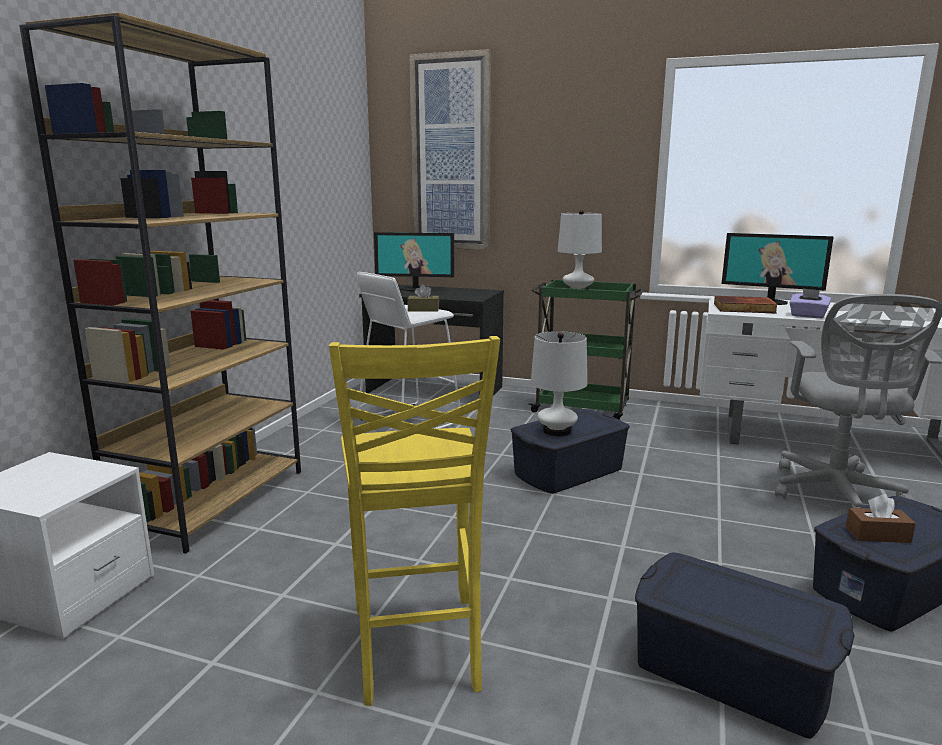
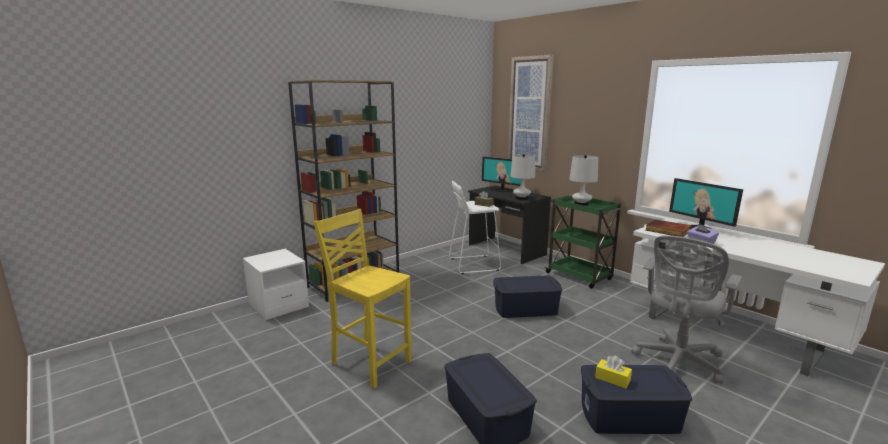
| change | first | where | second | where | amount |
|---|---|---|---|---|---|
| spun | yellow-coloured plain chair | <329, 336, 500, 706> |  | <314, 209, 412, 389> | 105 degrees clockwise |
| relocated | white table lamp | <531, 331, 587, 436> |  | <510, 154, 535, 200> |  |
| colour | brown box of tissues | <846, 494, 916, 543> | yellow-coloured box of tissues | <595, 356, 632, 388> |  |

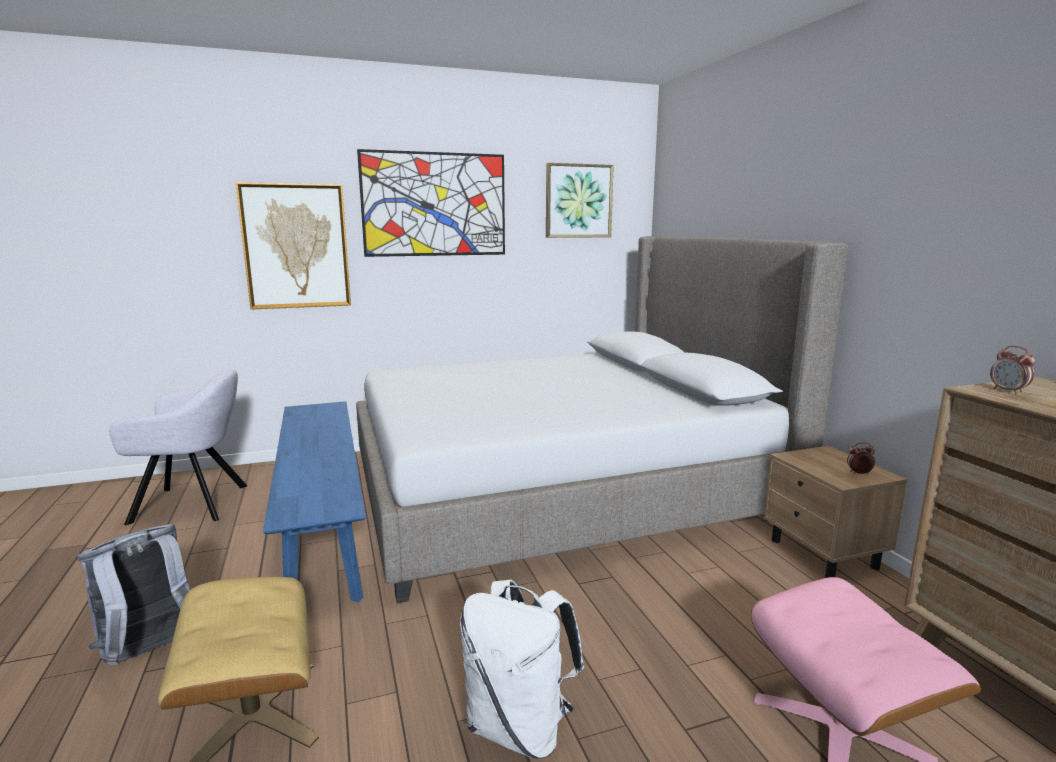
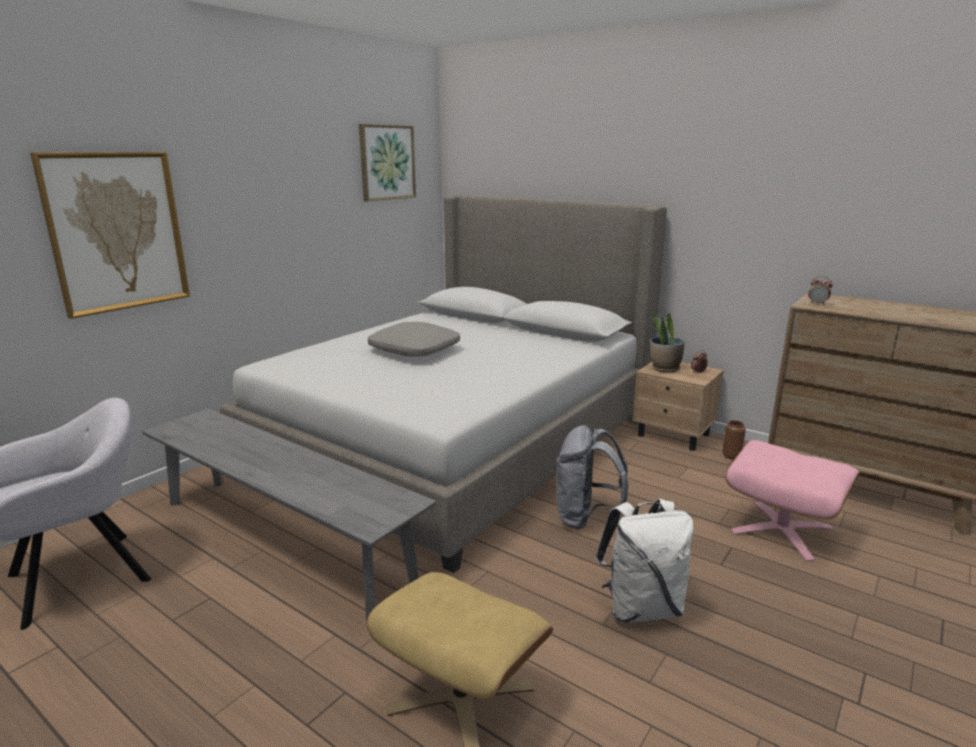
| change | first | where | second | where | amount |
|---|---|---|---|---|---|
| relocated | greyish knapsack | <77, 524, 191, 665> |  | <556, 425, 629, 529> |  |
| colour | blue long seat | <263, 401, 366, 602> | greyish long seat | <142, 408, 436, 621> |  |
| missing | wall picture | <357, 149, 505, 257> |  |  |  |
| appeared |  |  | greyish pillow | <368, 322, 460, 356> |  |
| appeared |  |  | houseplant | <650, 312, 685, 373> |  |
| appeared |  |  | brown decorative vase | <722, 420, 746, 460> |  |

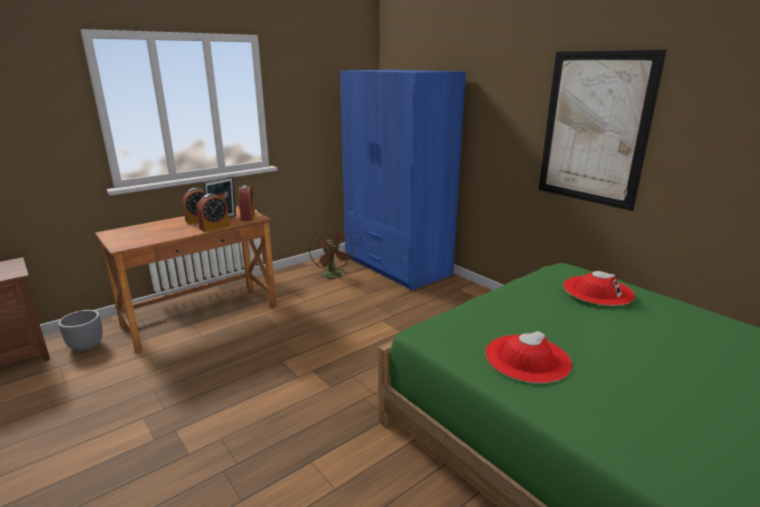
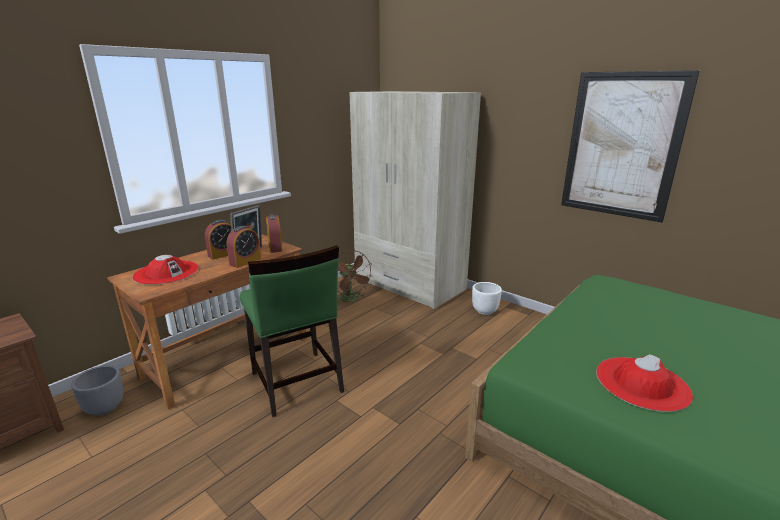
| change | first | where | second | where | amount |
|---|---|---|---|---|---|
| colour | blue clothes cupboard | <340, 70, 466, 291> | beige clothes cupboard | <349, 91, 481, 309> |  |
| relocated | reddish hat | <563, 271, 635, 306> |  | <132, 255, 199, 285> |  |
| appeared |  |  | green-coloured plain chair | <240, 245, 344, 417> |  |
| appeared |  |  | white flower pot | <472, 282, 502, 315> |  |

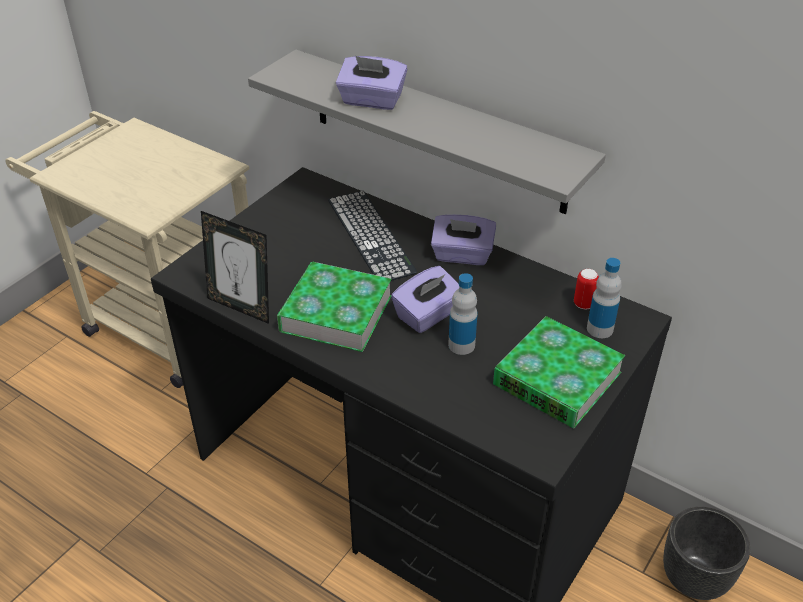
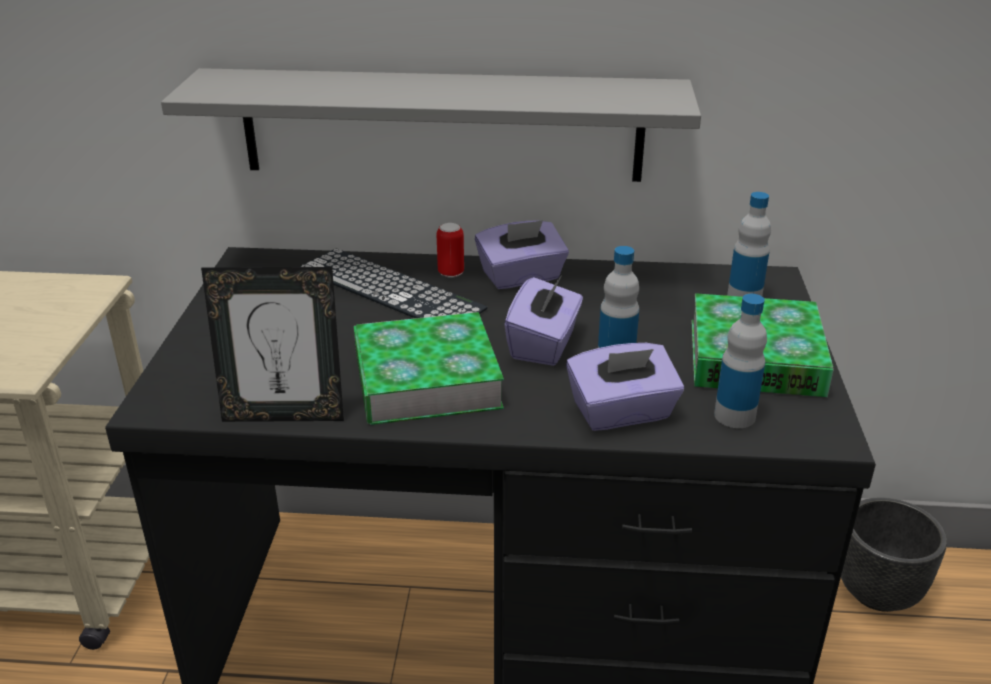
| change | first | where | second | where | amount |
|---|---|---|---|---|---|
| relocated | purplish box of tissues | <336, 56, 408, 110> |  | <566, 343, 684, 431> |  |
| relocated | can | <574, 269, 599, 309> |  | <436, 223, 464, 278> |  |
| appeared |  |  | bottle | <714, 294, 767, 428> |  |

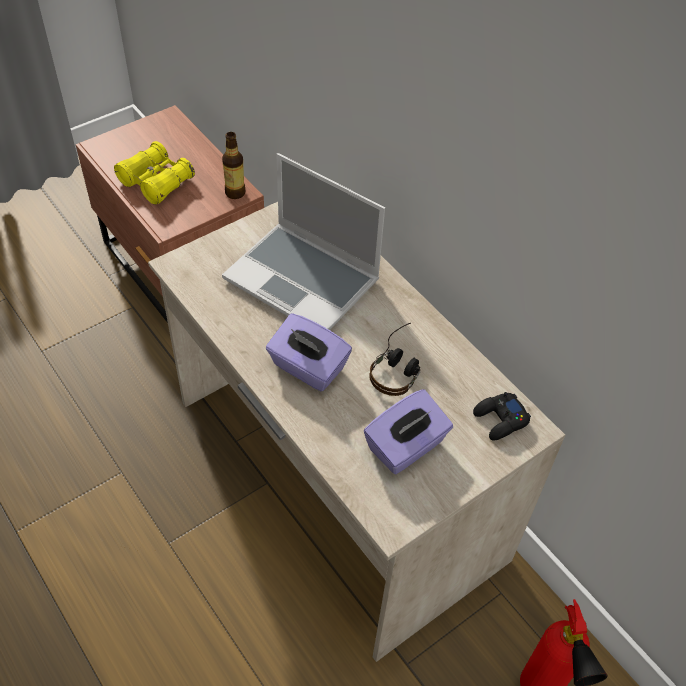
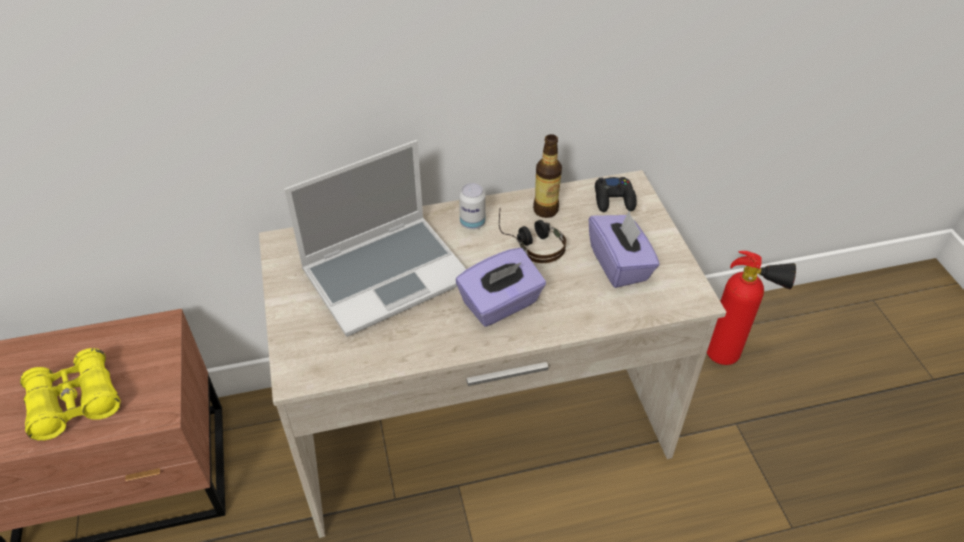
| change | first | where | second | where | amount |
|---|---|---|---|---|---|
| relocated | bottle | <222, 132, 246, 199> |  | <533, 134, 562, 218> |  |
| appeared |  |  | can | <459, 183, 485, 230> |  |

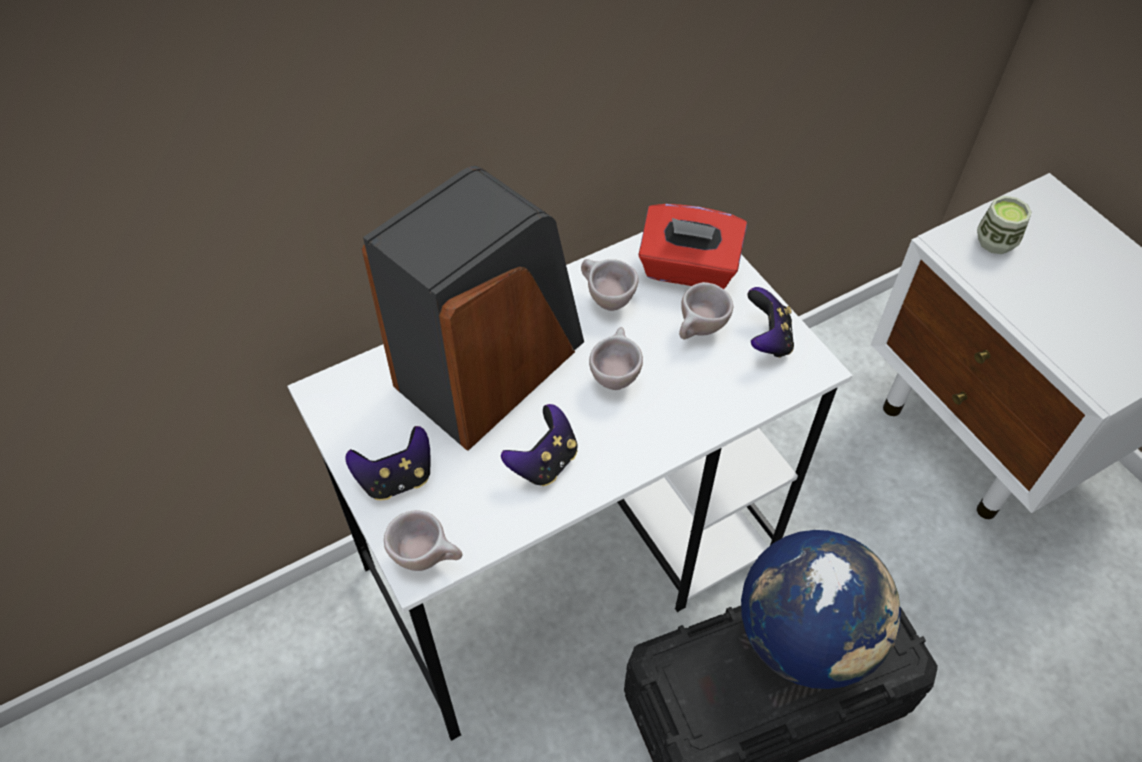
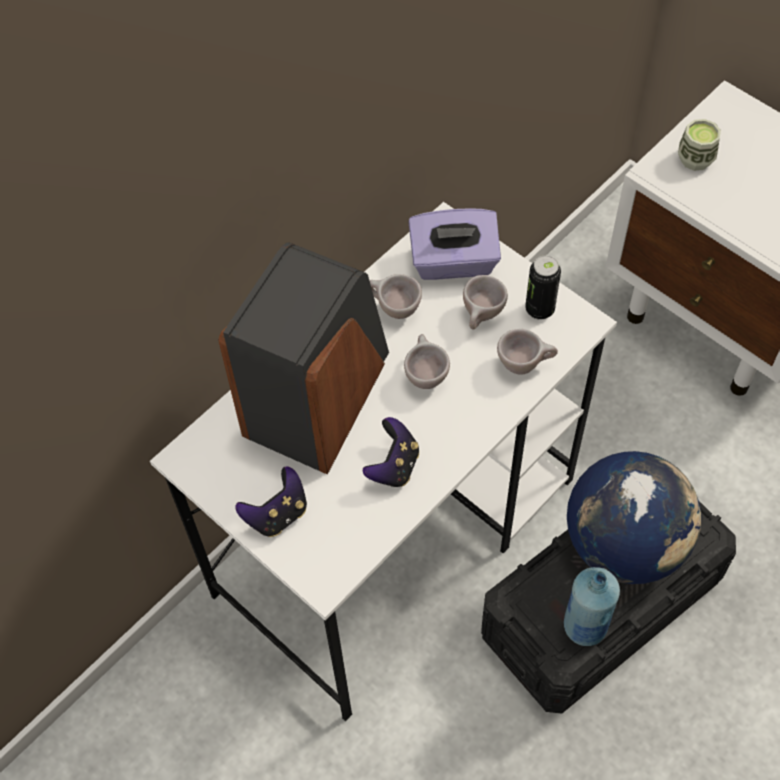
| change | first | where | second | where | amount |
|---|---|---|---|---|---|
| relocated | beige cup | <384, 510, 463, 571> |  | <497, 329, 558, 375> |  |
| colour | reddish box of tissues | <638, 204, 747, 289> | purplish box of tissues | <409, 209, 501, 280> |  |
| exchanged | game controller | <748, 287, 794, 358> | can | <525, 255, 561, 320> |  |
| appeared |  |  | blue bottle | <564, 567, 620, 646> |  |

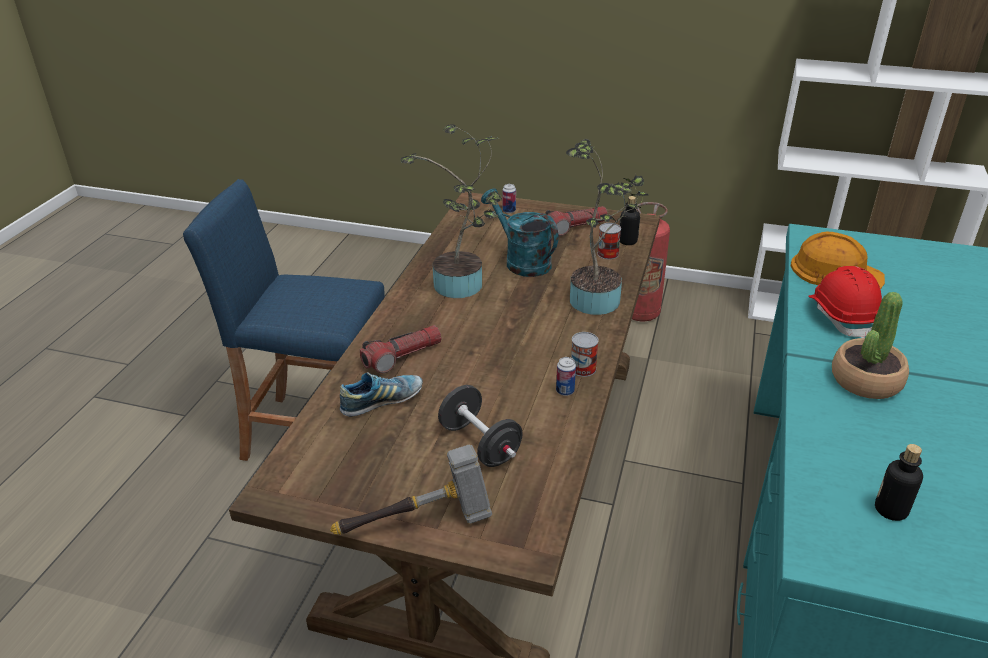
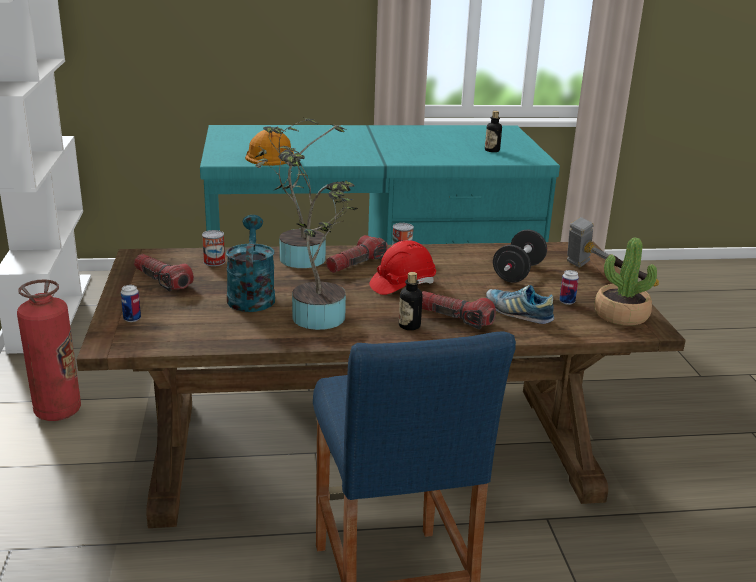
| change | first | where | second | where | amount |
|---|---|---|---|---|---|
| spun | turquoise-coloured watering pot | <481, 188, 559, 277> |  | <226, 215, 275, 312> | 150 degrees clockwise |
| relocated | can | <556, 357, 576, 396> |  | <559, 270, 579, 305> |  |
| relocated | bottle | <619, 196, 640, 245> |  | <399, 272, 423, 330> |  |
| relocated | reddish safety helmet | <808, 266, 882, 338> |  | <369, 240, 436, 295> |  |
| relocated | houseplant | <832, 292, 909, 399> |  | <594, 237, 657, 326> |  |
| appeared |  |  | torch | <326, 235, 388, 273> |  |

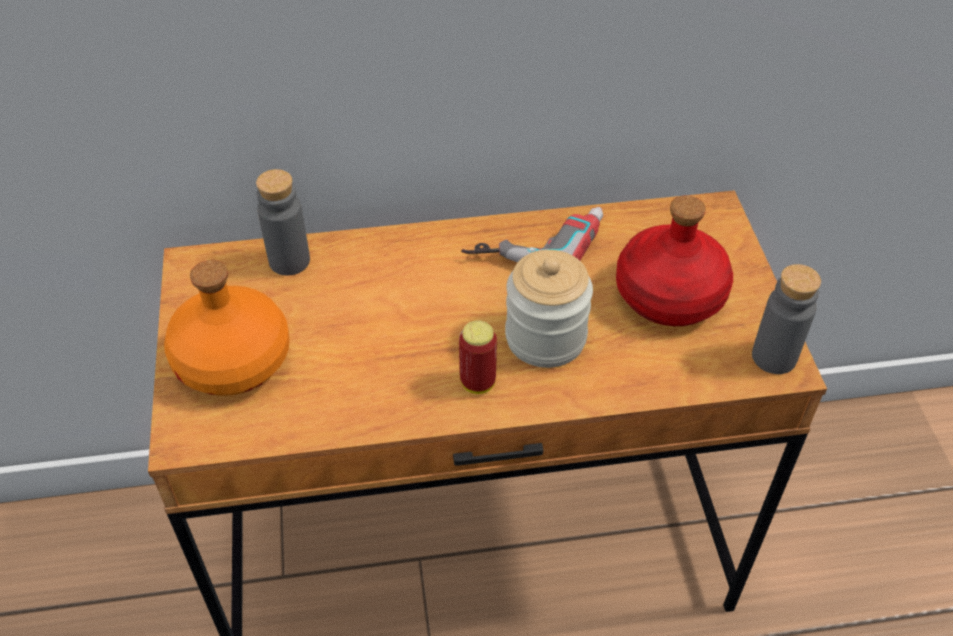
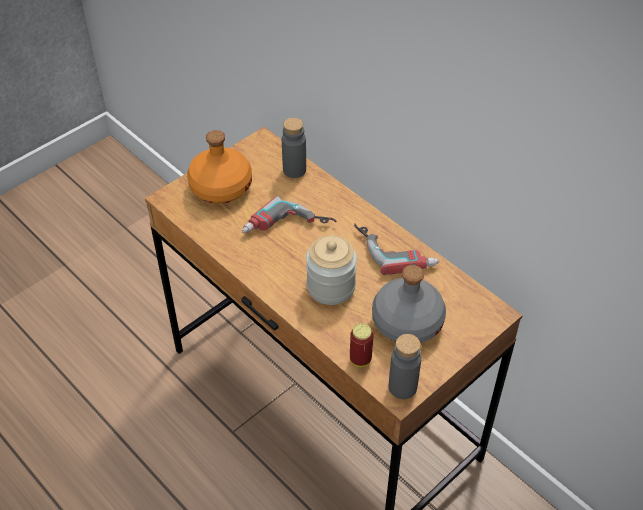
| change | first | where | second | where | amount |
|---|---|---|---|---|---|
| relocated | can | <459, 320, 497, 394> |  | <350, 324, 374, 367> |  |
| colour | reddish bottle | <616, 195, 733, 326> | greyish bottle | <372, 265, 446, 343> |  |
| appeared |  |  | power drill | <242, 196, 337, 233> |  |

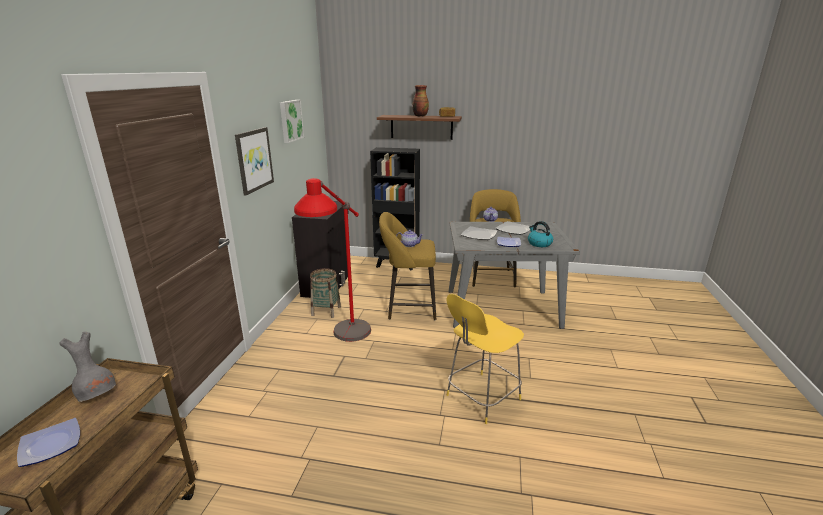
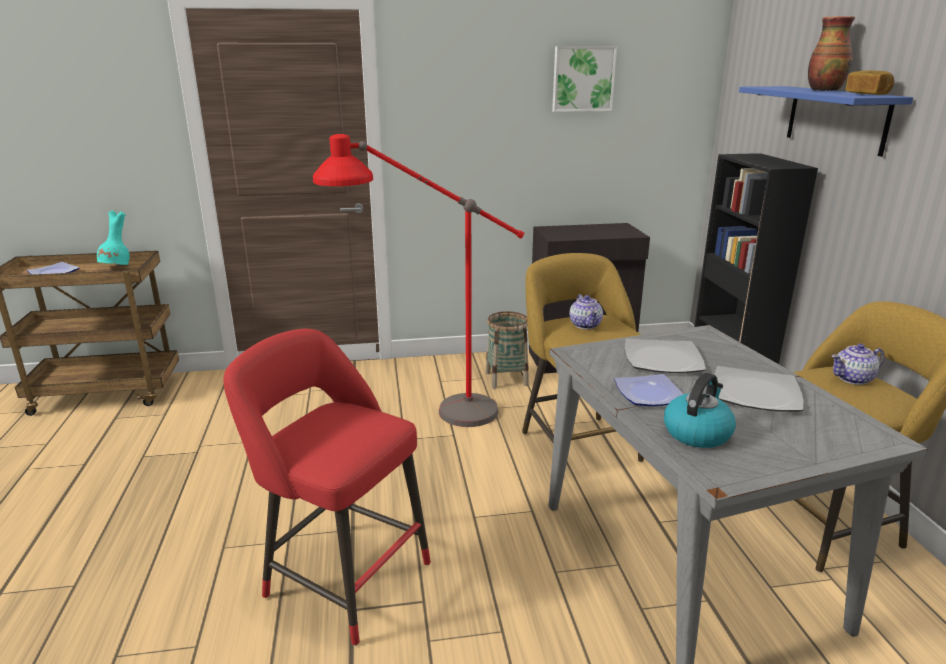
| change | first | where | second | where | amount |
|---|---|---|---|---|---|
| colour | greyish decorative vase | <59, 332, 116, 402> | turquoise-coloured decorative vase | <97, 211, 130, 265> |  |
| missing | wall picture | <235, 127, 274, 196> |  |  |  |
| colour | brown bracket shelf | <377, 115, 462, 140> | blue bracket shelf | <739, 86, 913, 157> |  |
| exchanged | yellow-coloured plain chair | <447, 294, 524, 424> | reddish stool | <223, 329, 431, 646> |  |

